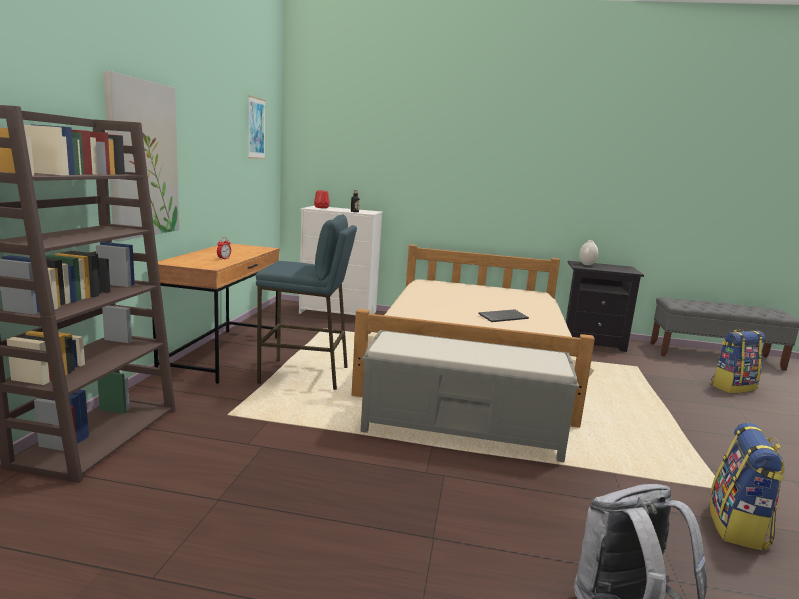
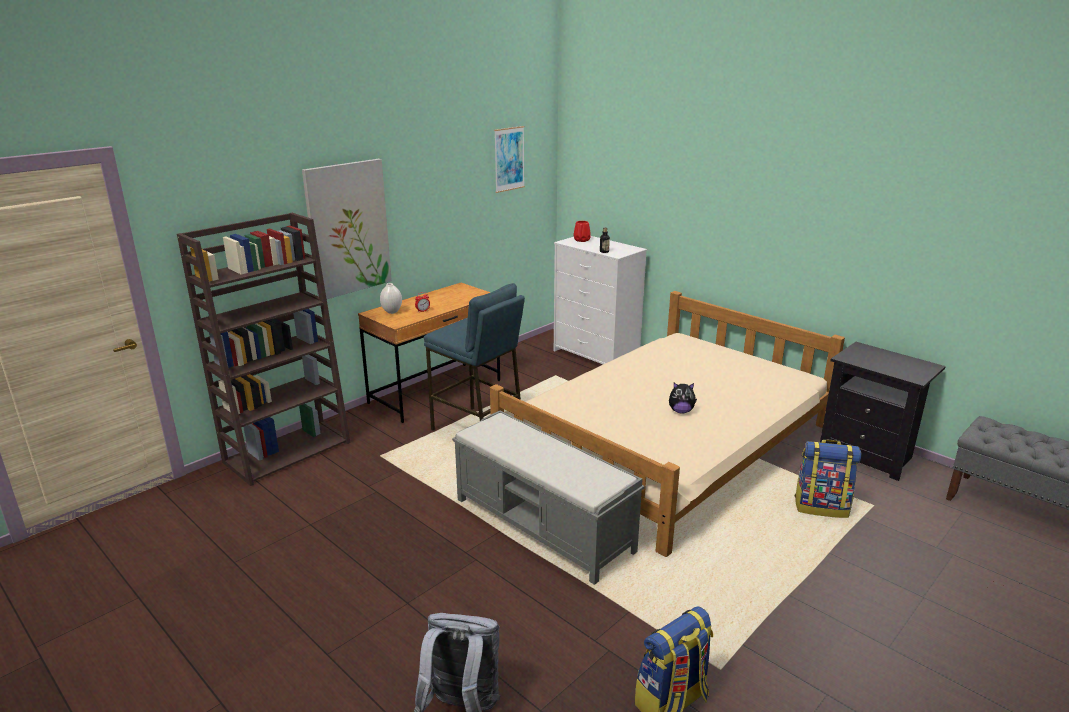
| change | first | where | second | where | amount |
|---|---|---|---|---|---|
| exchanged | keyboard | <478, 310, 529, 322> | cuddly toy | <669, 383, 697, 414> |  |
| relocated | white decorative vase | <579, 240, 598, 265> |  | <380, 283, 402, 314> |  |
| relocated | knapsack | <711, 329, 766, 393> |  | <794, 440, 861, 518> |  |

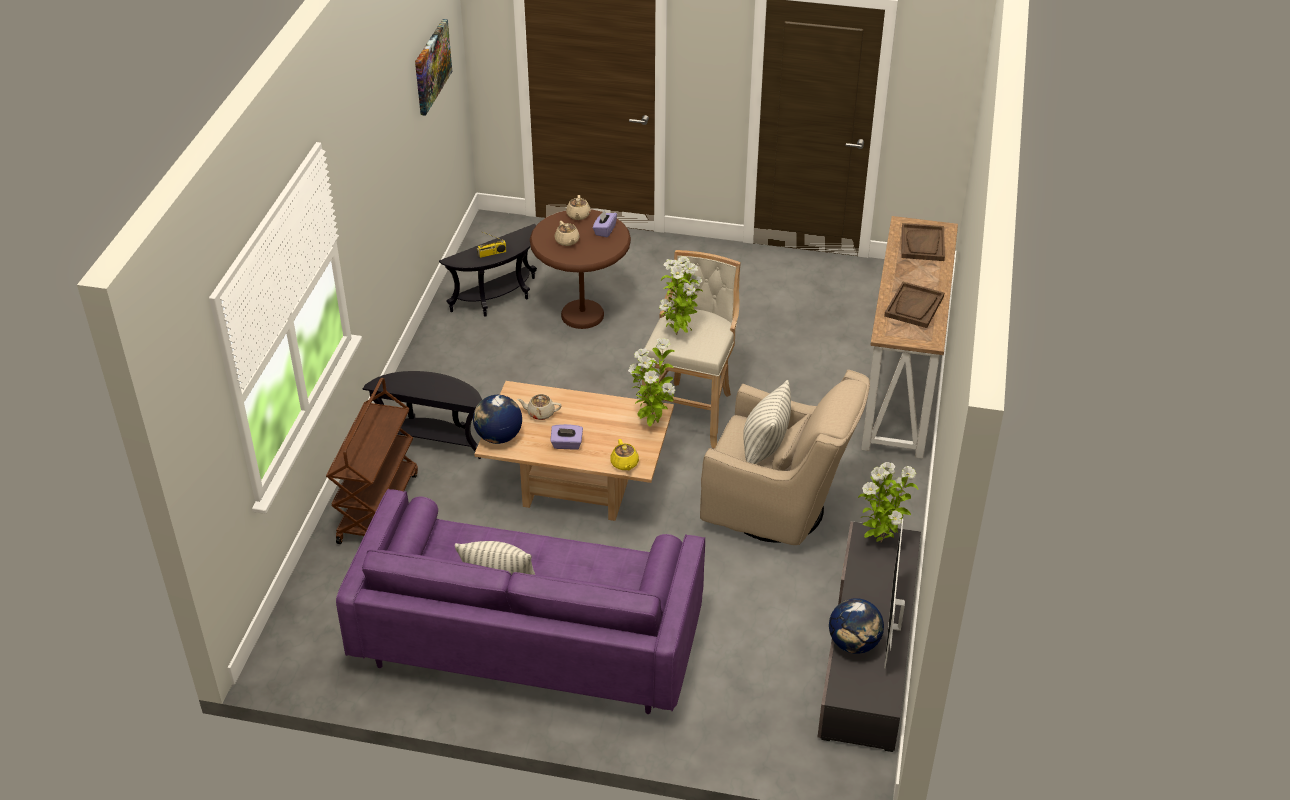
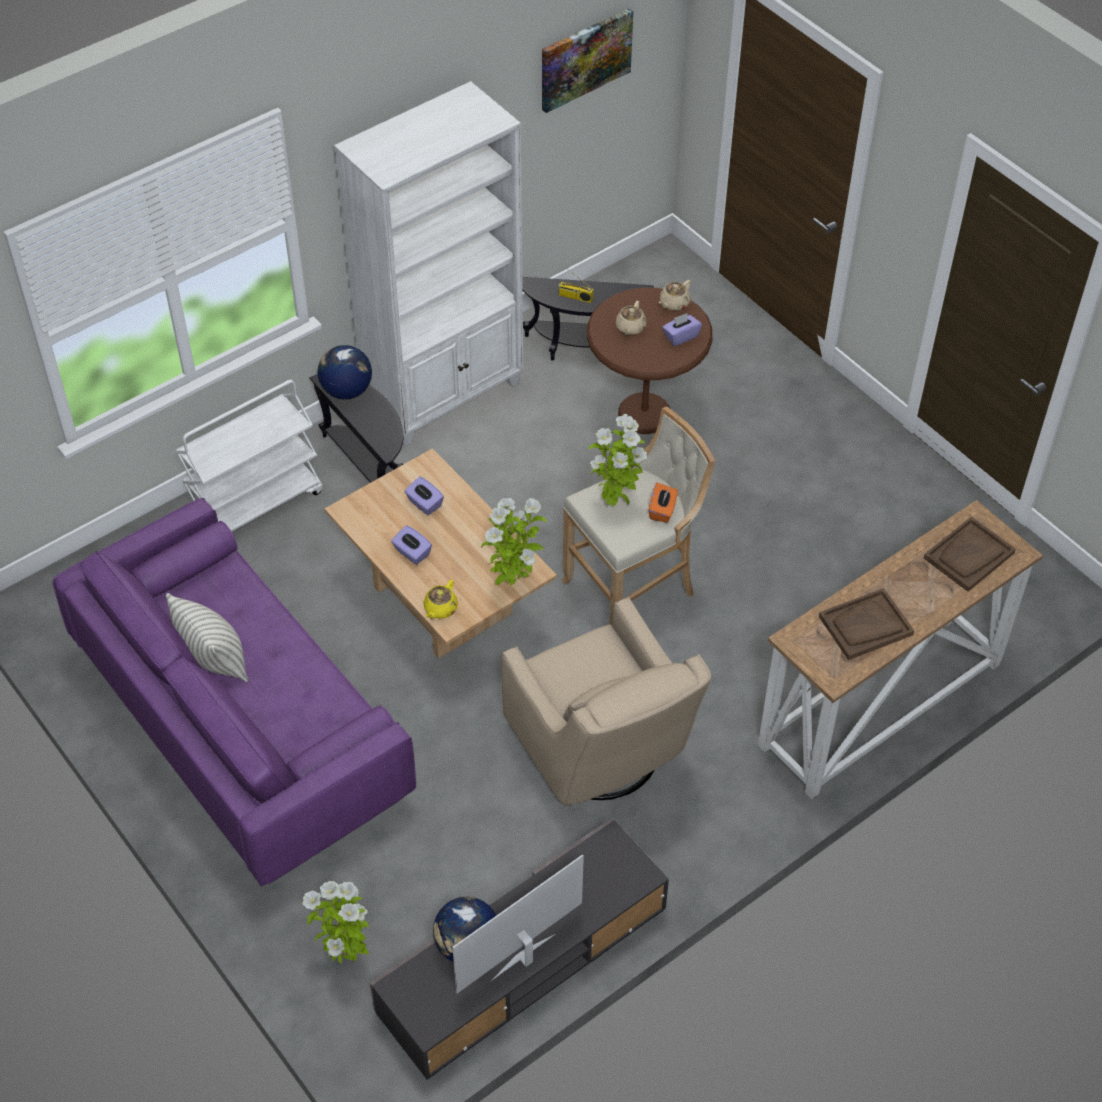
| change | first | where | second | where | amount |
|---|---|---|---|---|---|
| colour | brown wheeled cart | <326, 378, 418, 544> | white wheeled cart | <176, 380, 323, 532> |  |
| relocated | world globe | <473, 395, 522, 444> |  | <318, 345, 372, 400> |  |
| exchanged | beige teapot | <517, 394, 561, 420> | purplish box of tissues | <404, 477, 444, 515> |  |
| missing | pillow | <743, 380, 791, 464> |  |  |  |
| relocated | houseplant | <857, 462, 919, 542> |  | <302, 881, 369, 964> |  |
| appeared |  |  | white shelving unit | <334, 81, 523, 446> |  |
| appeared |  |  | orange-coloured box of tissues | <649, 482, 678, 523> |  |

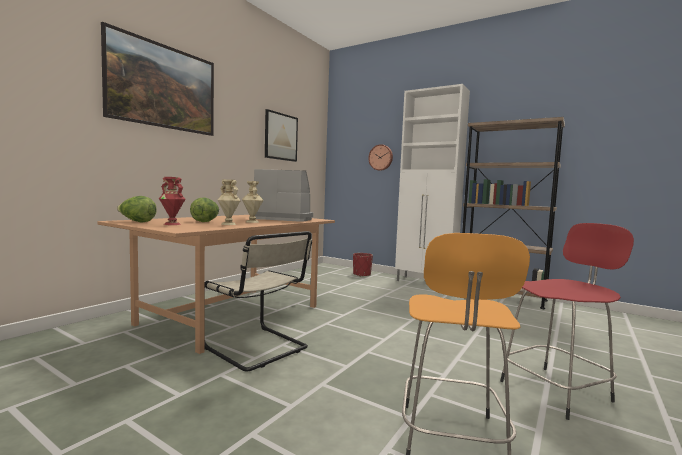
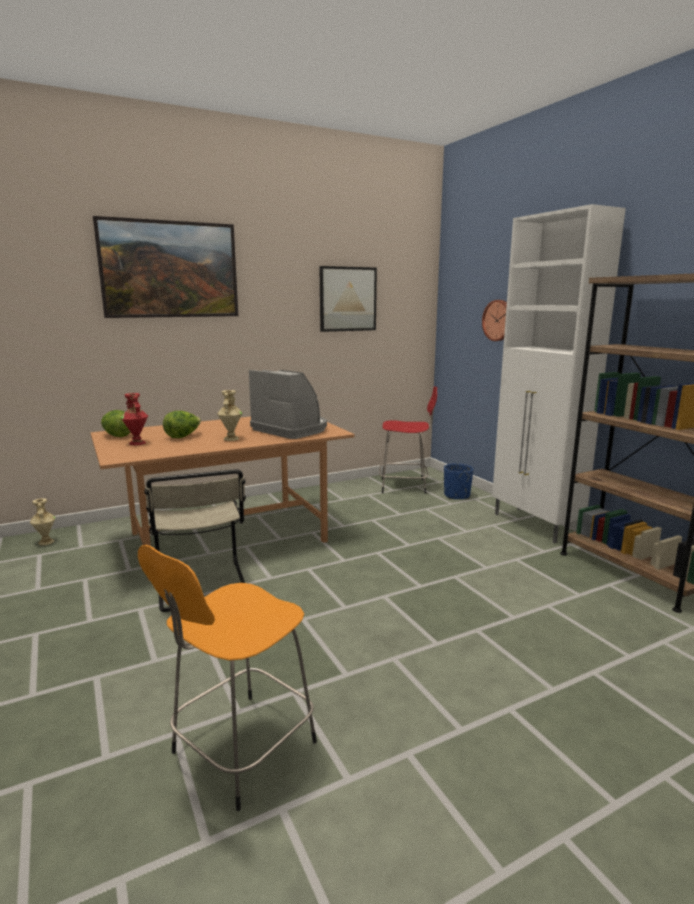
| change | first | where | second | where | amount |
|---|---|---|---|---|---|
| relocated | beige decorative vase | <217, 179, 241, 225> |  | <30, 498, 55, 545> |  |
| colour | reddish flower pot | <353, 253, 373, 277> | blue flower pot | <444, 463, 473, 499> |  |
| relocated | reddish stool | <500, 223, 634, 420> |  | <379, 386, 437, 494> |  |

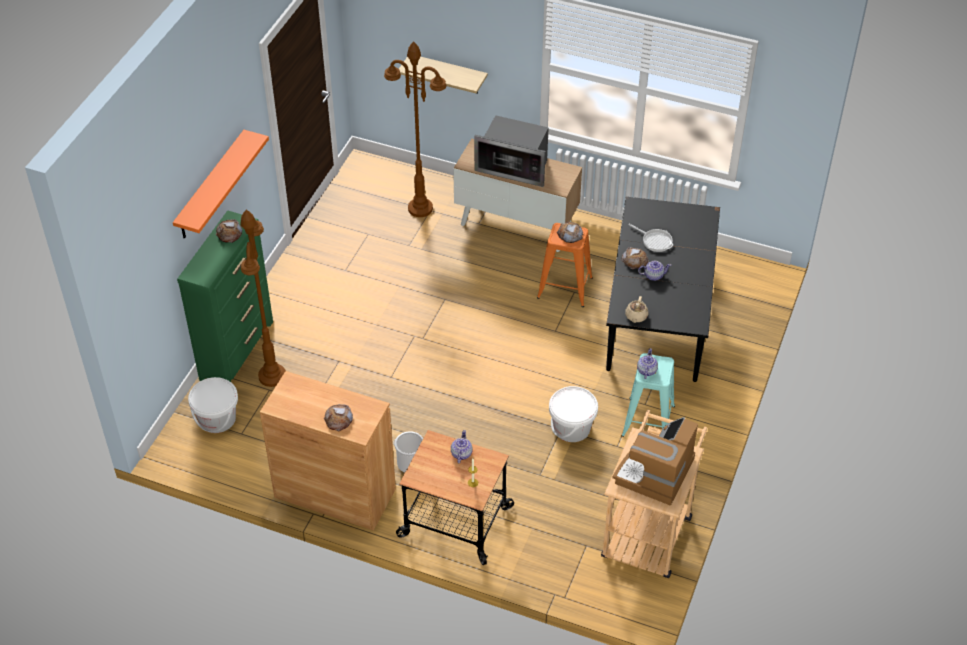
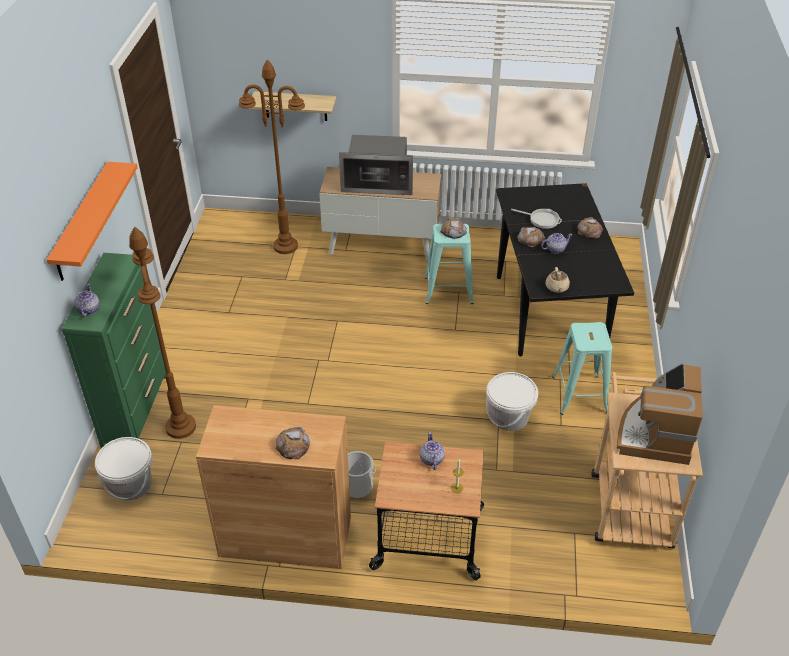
| change | first | where | second | where | amount |
|---|---|---|---|---|---|
| relocated | bread | <215, 219, 242, 243> |  | <577, 217, 603, 239> |  |
| colour | orange-coloured stool | <537, 223, 593, 307> | turquoise-coloured stool | <425, 224, 474, 304> |  |
| relocated | teapot | <637, 348, 658, 379> |  | <74, 284, 100, 317> |  |

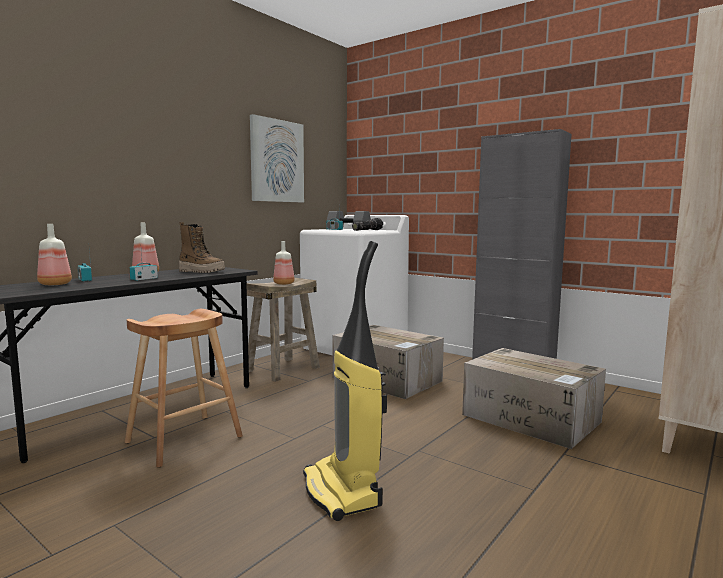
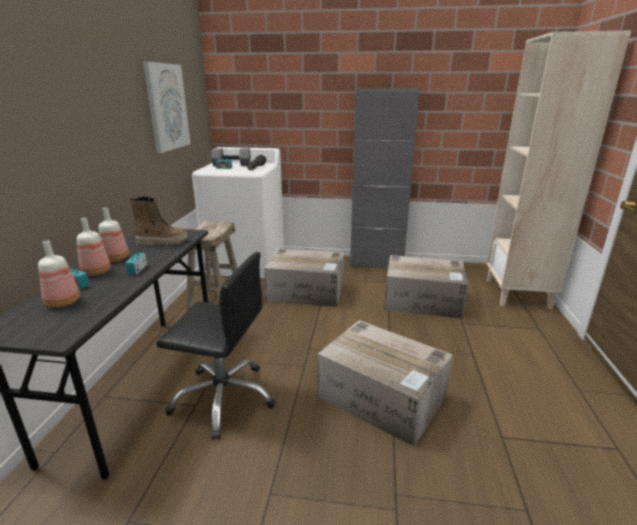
| change | first | where | second | where | amount |
|---|---|---|---|---|---|
| exchanged | brown stool | <125, 309, 243, 468> | blackish desk chair | <156, 252, 276, 440> |  |
| relocated | bottle | <273, 241, 295, 285> |  | <77, 218, 111, 276> |  |
| exchanged | vacuum | <303, 241, 387, 521> | carton | <317, 320, 453, 447> |  |

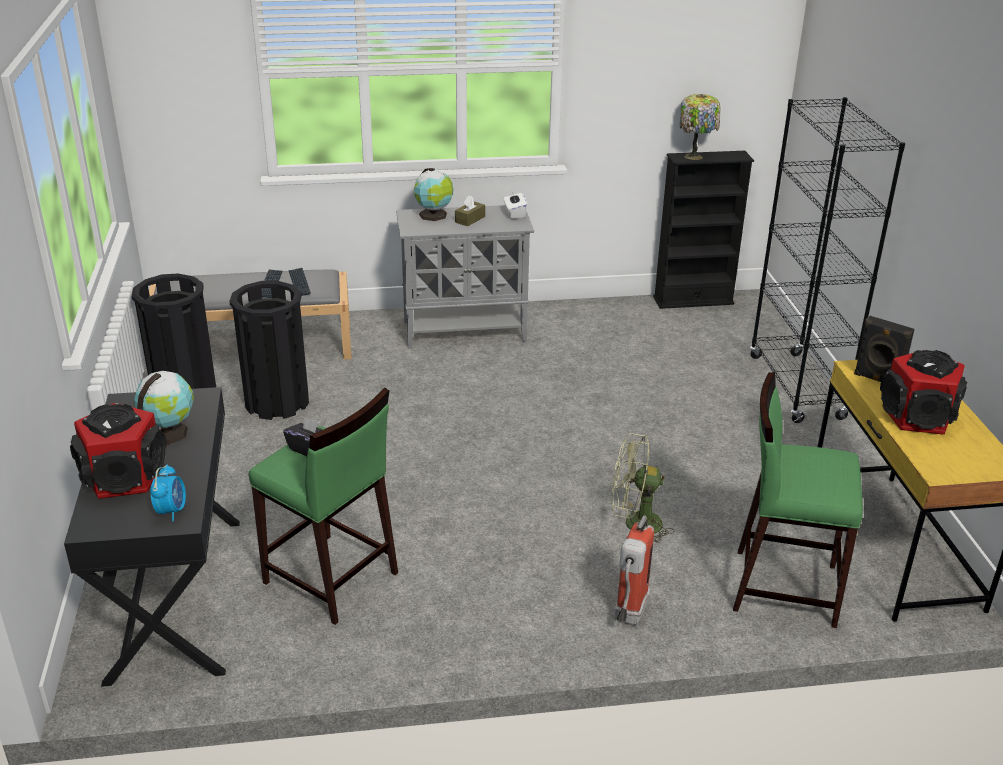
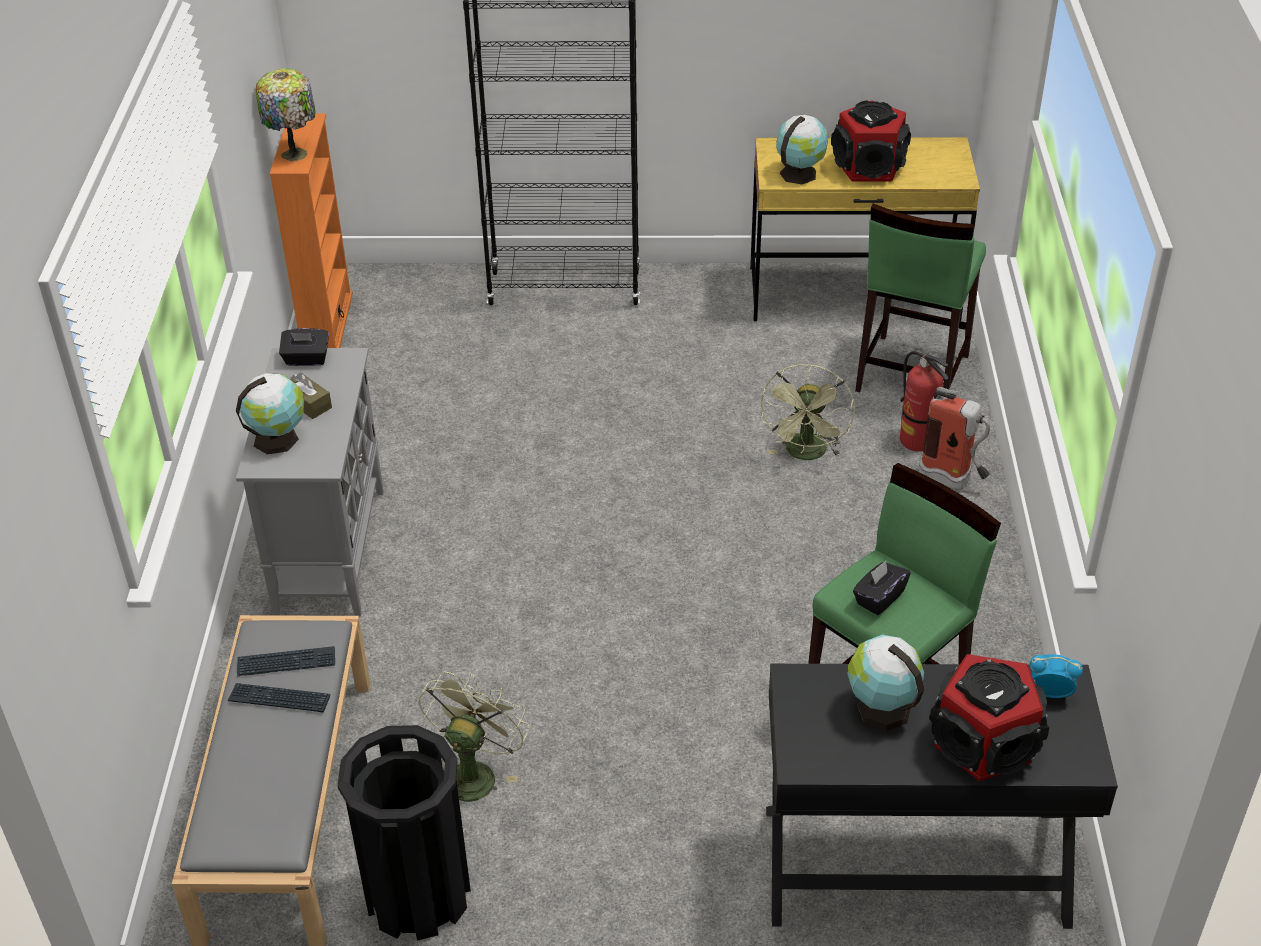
| change | first | where | second | where | amount |
|---|---|---|---|---|---|
| exchanged | blackish waste bin | <229, 281, 309, 420> | green-coloured electric fan | <418, 671, 529, 802> |  |
| colour | white box of tissues | <504, 192, 527, 219> | blackish box of tissues | <279, 328, 329, 366> |  |
| colour | blackish shelving unit | <653, 151, 754, 309> | orange-coloured shelving unit | <270, 113, 353, 348> |  |
| exchanged | blackish loudspeaker | <854, 316, 914, 382> | world globe | <776, 115, 828, 184> |  |
| appeared |  |  | fire extinguisher | <900, 351, 948, 452> |  |

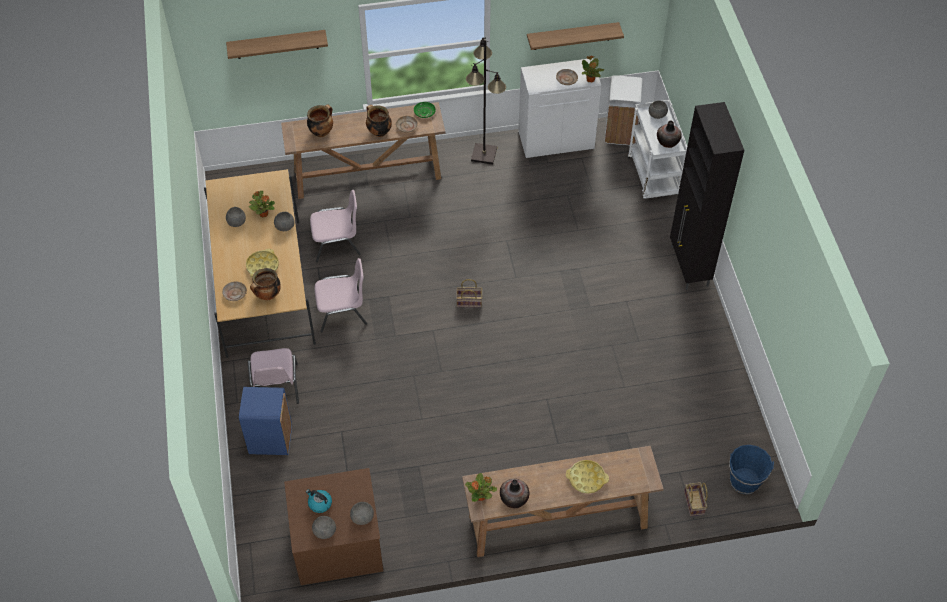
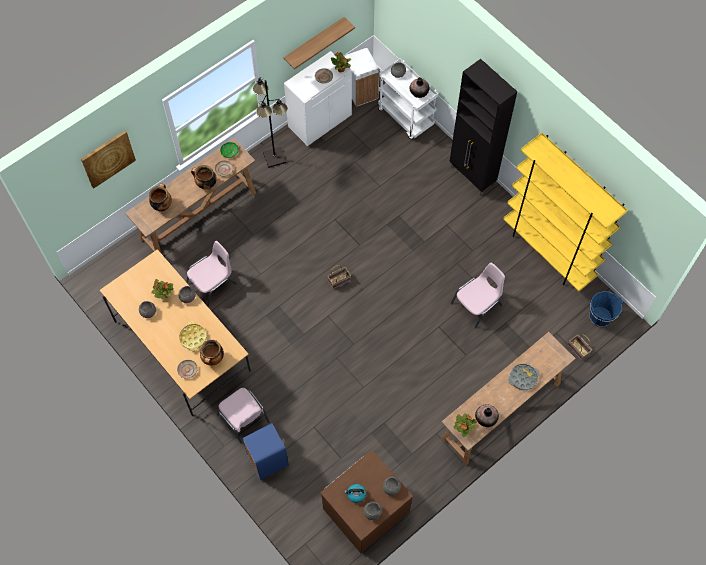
| change | first | where | second | where | amount |
|---|---|---|---|---|---|
| exchanged | bracket shelf | <226, 30, 328, 59> | wall picture | <81, 131, 136, 189> |  |
| relocated | pinkish plain chair | <314, 258, 367, 333> |  | <451, 263, 505, 328> |  |
| colour | yellow-coloured carrying tray | <566, 460, 609, 494> | greyish carrying tray | <508, 364, 539, 390> |  |
| appeared |  |  | yellow-coloured shelving unit | <503, 133, 628, 291> |  |

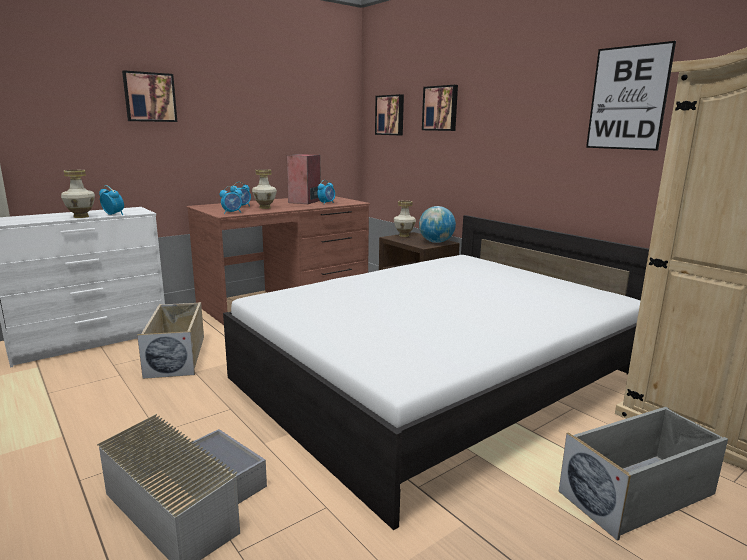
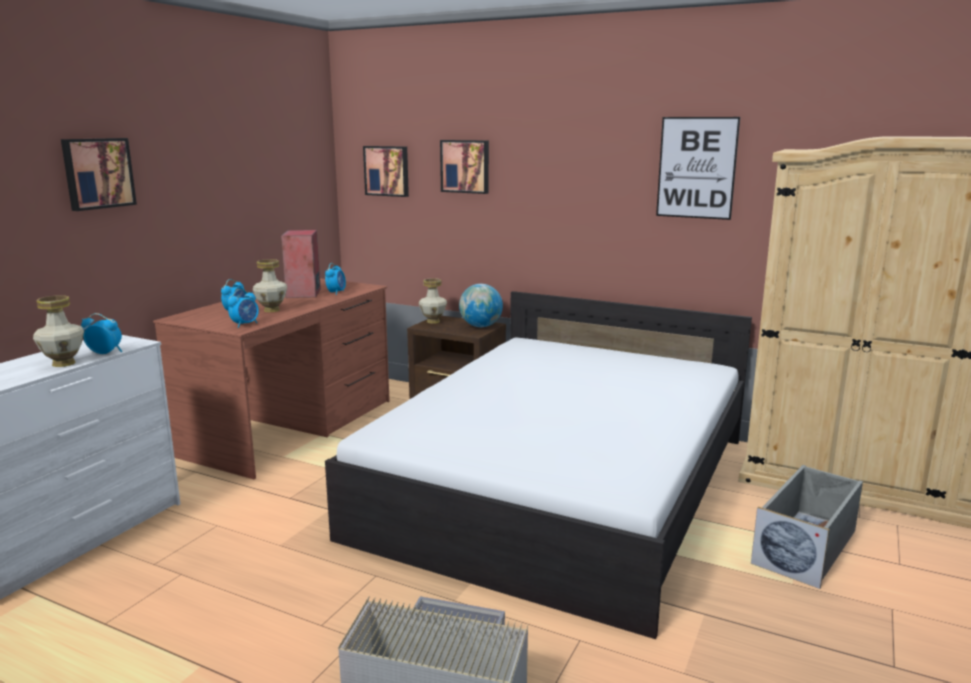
| change | first | where | second | where | amount |
|---|---|---|---|---|---|
| missing | beige storage bin | <137, 302, 204, 379> |  |  |  |

